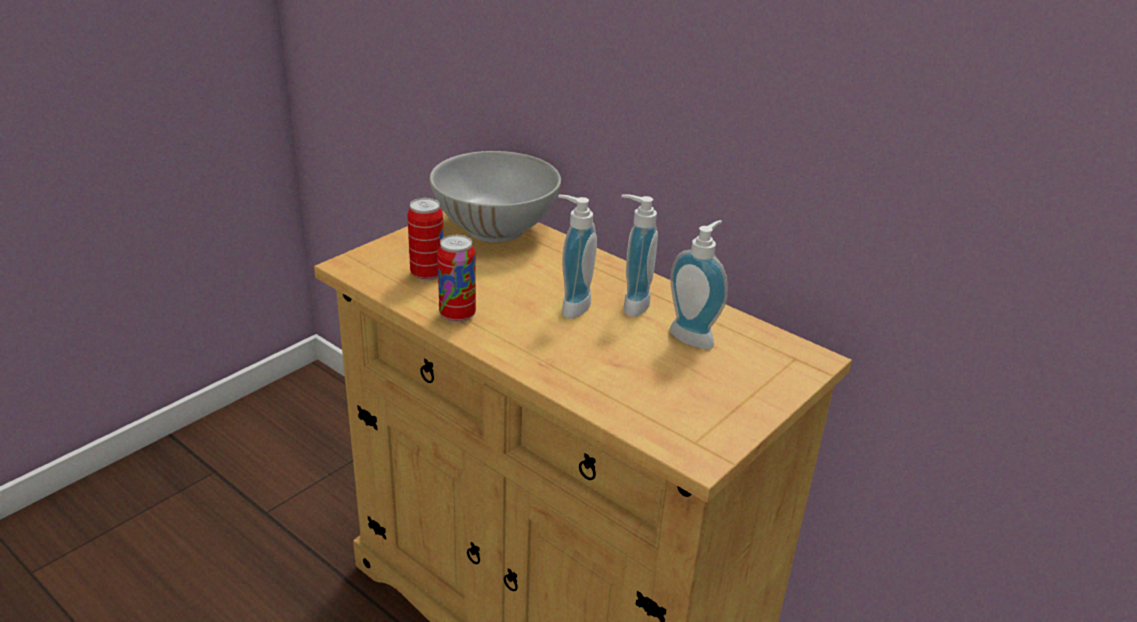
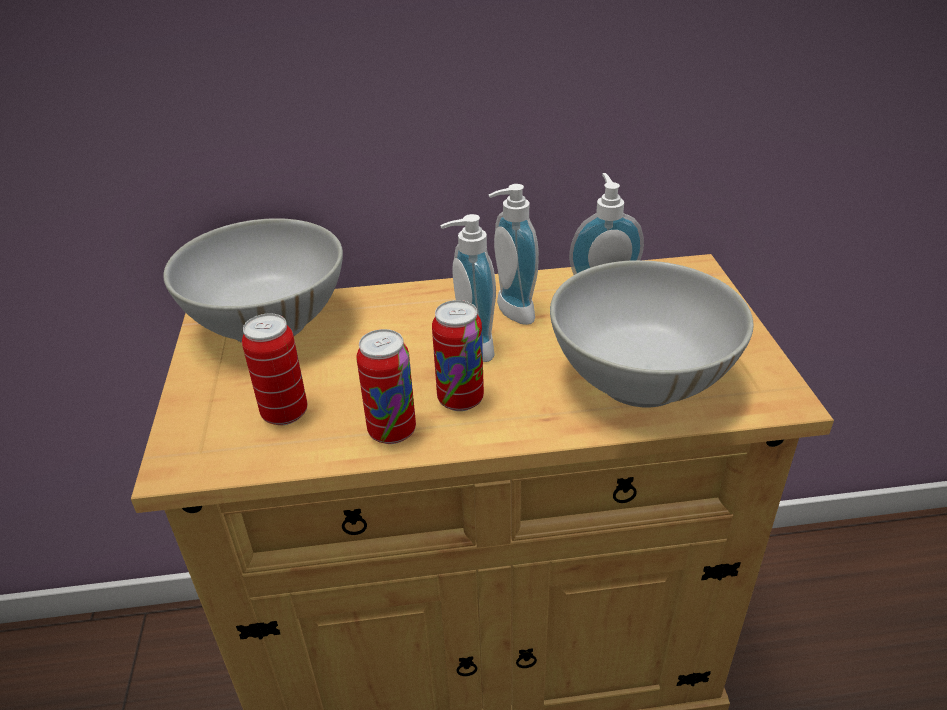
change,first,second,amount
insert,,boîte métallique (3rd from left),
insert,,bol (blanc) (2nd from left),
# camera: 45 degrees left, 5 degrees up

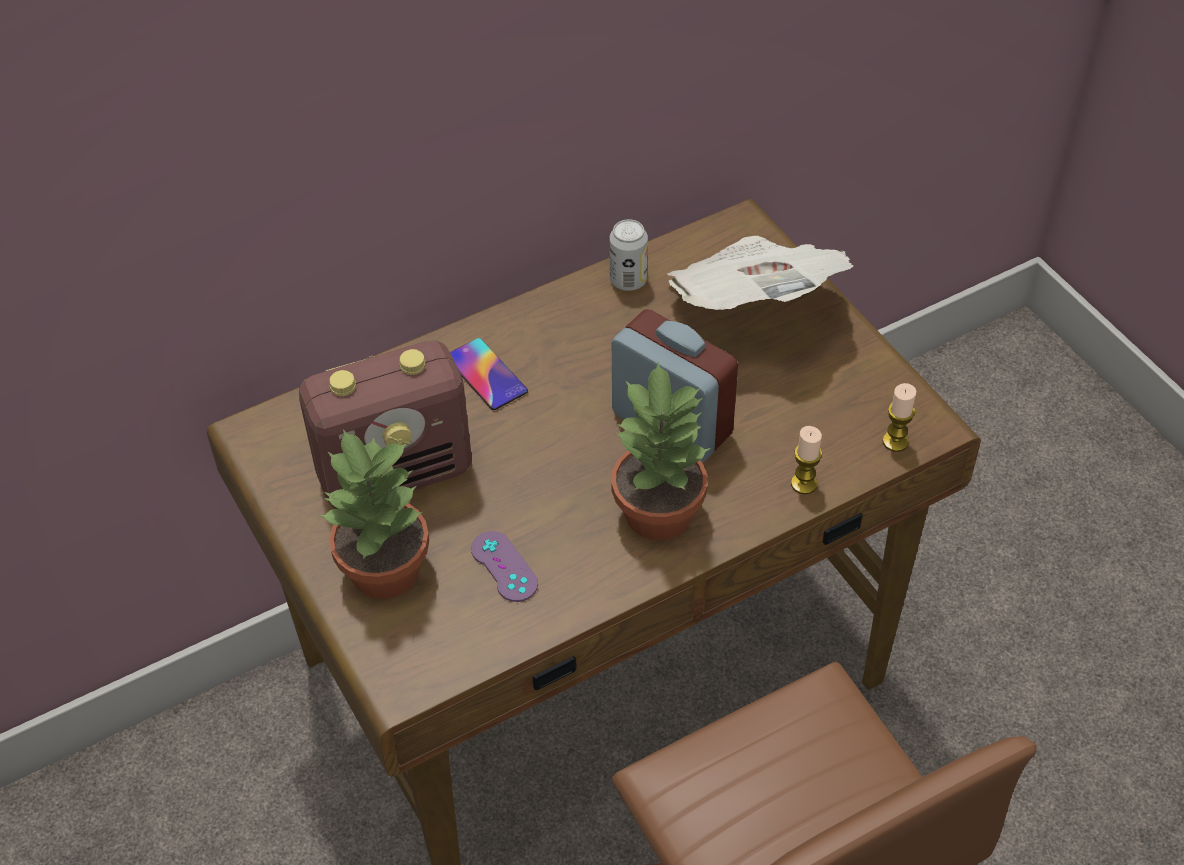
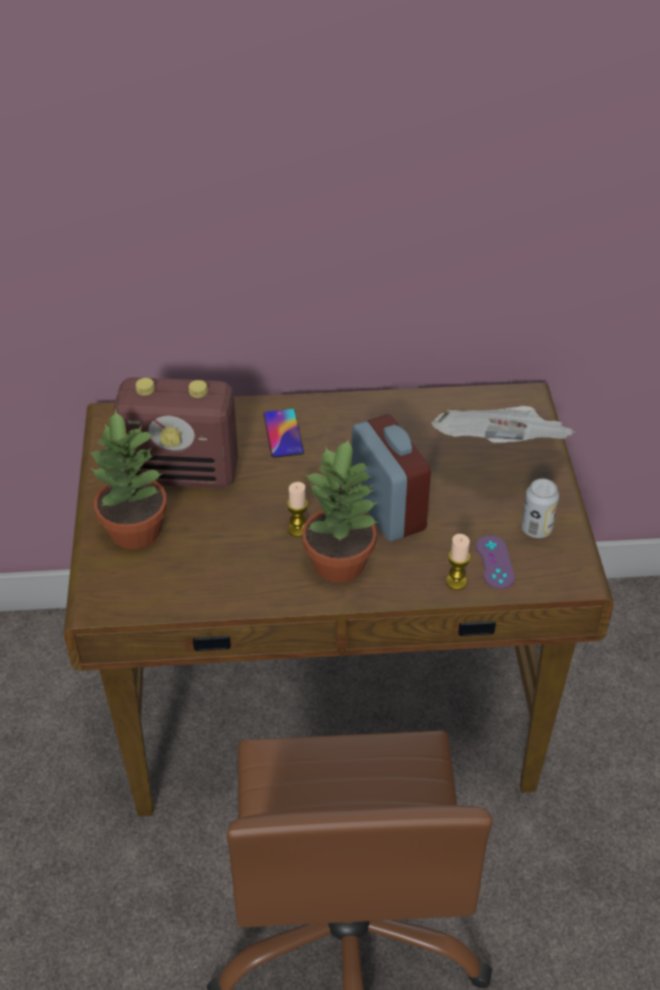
change,first,second,amount
move,manette (violet),,
move,boîte métallique,,
move,bougie (2nd from left in the first image),bougie (1st from left),
# camera: 25 degrees right, 5 degrees down

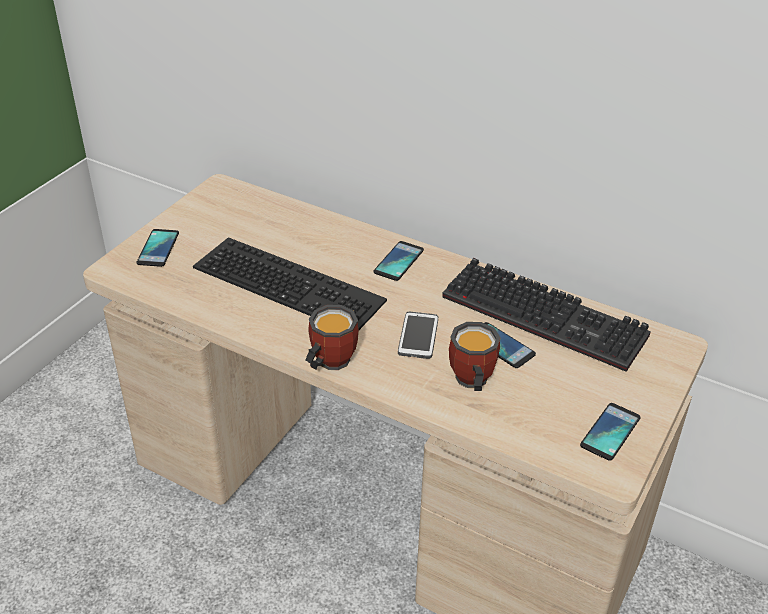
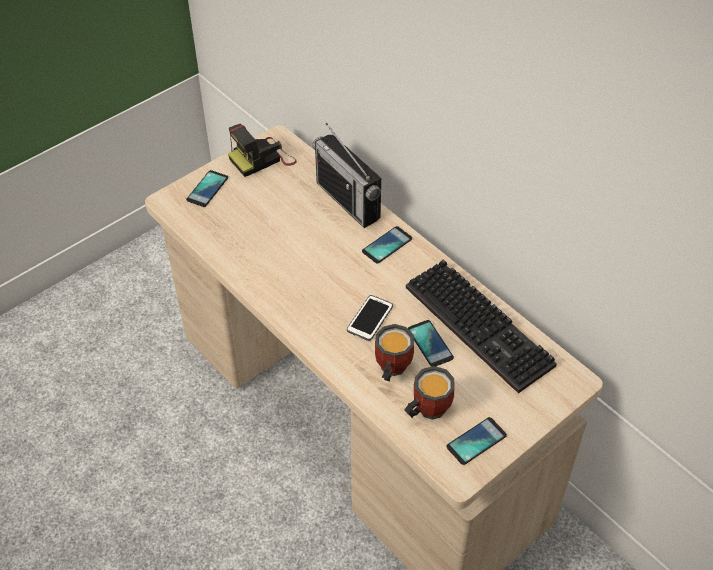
change,first,second,amount
delete,clavier (1st from left),,
insert,,appareil photo,
insert,,radio,
move,mug (1st from left in the first image),mug (2nd from left),
# camera: 20 degrees right, 10 degrees up

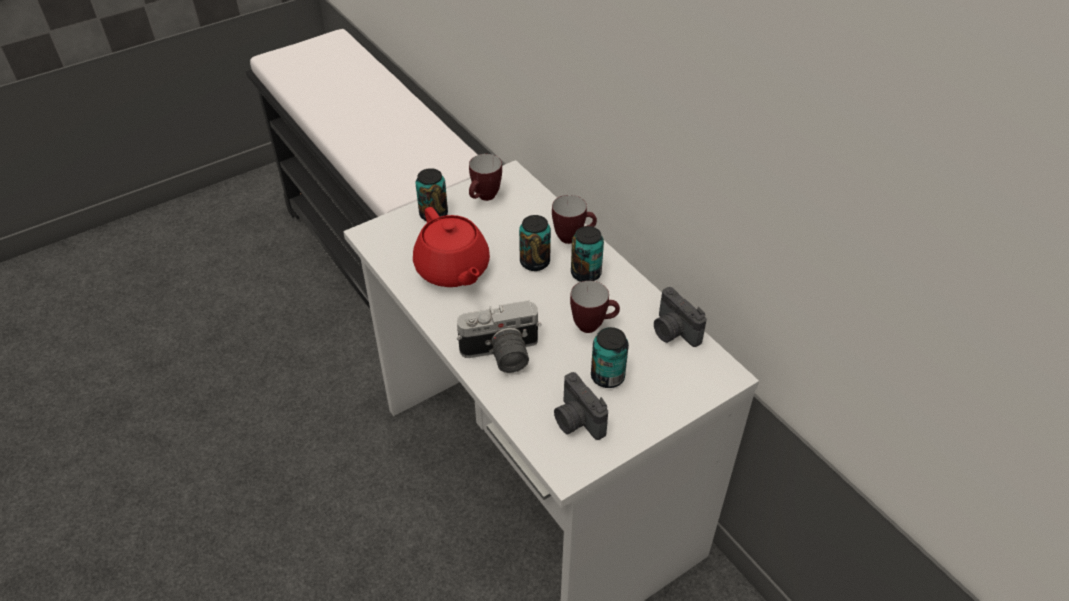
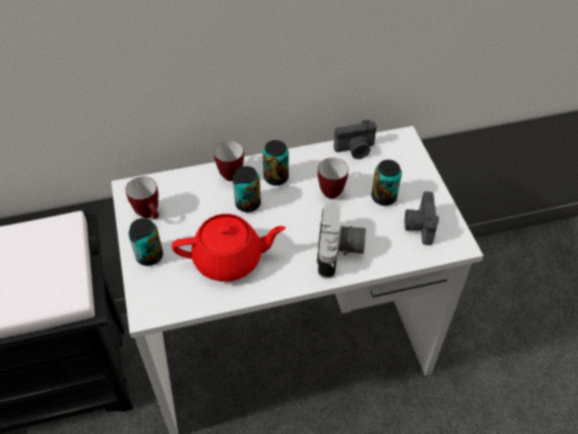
change,first,second,amount
rotate,appareil photo (2nd from left in the first image),appareil photo (3rd from left),105 degrees clockwise
# camera: 70 degrees left, 5 degrees up

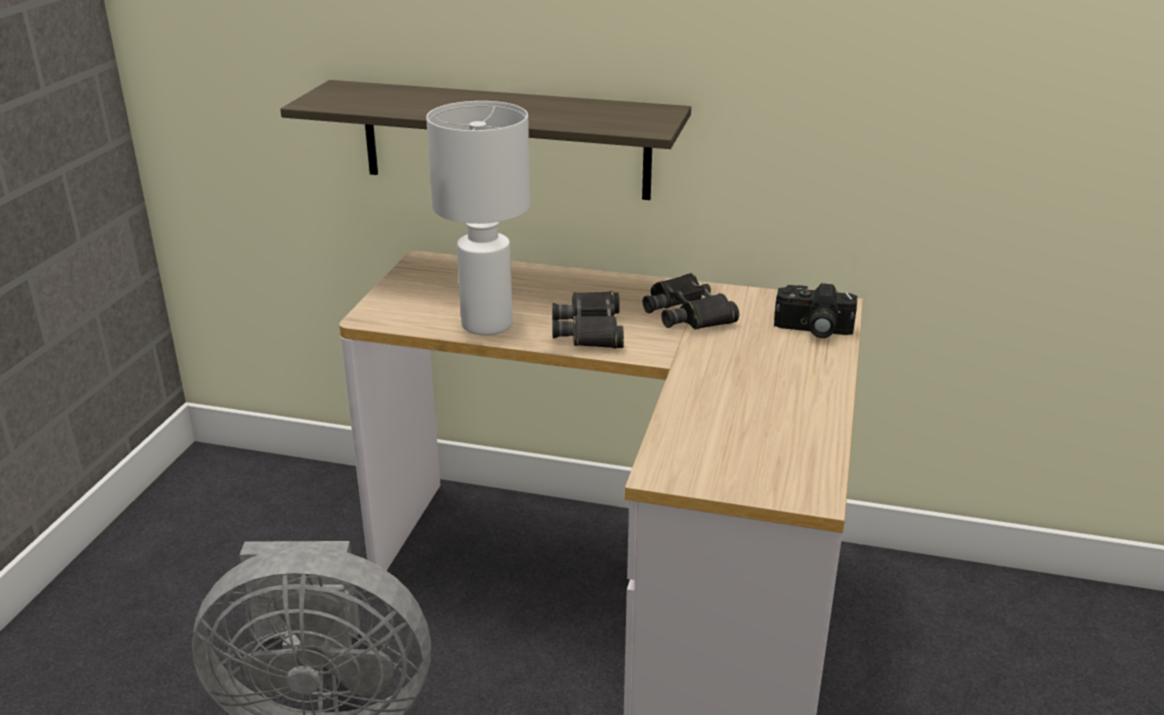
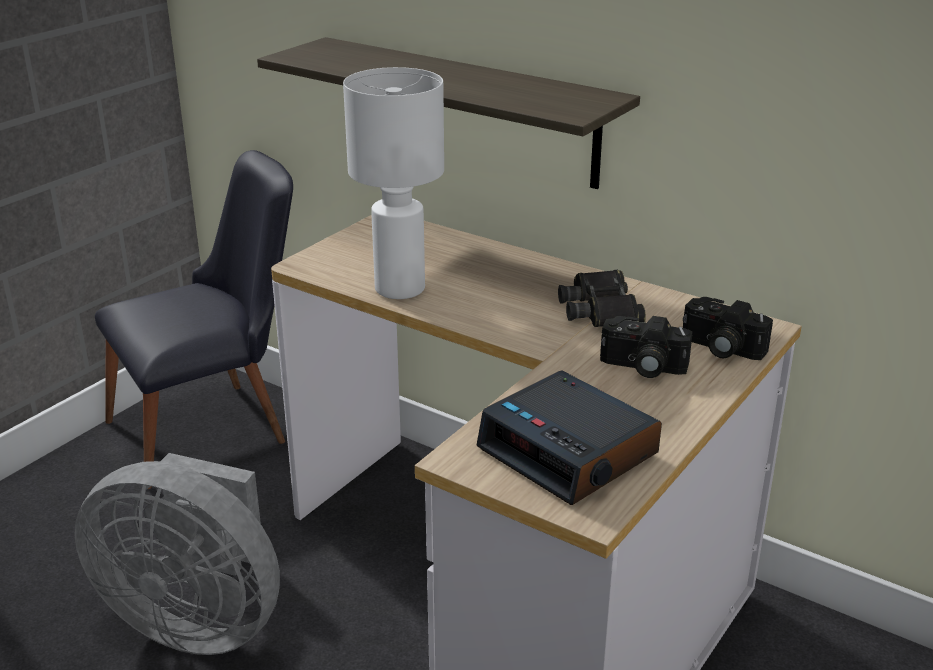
change,first,second,amount
delete,jumelles (noir) (1st from left),,
insert,,chaise (noir),
insert,,réveil,
insert,,appareil photo (1st from left),
# camera: 20 degrees right, 0 degrees up

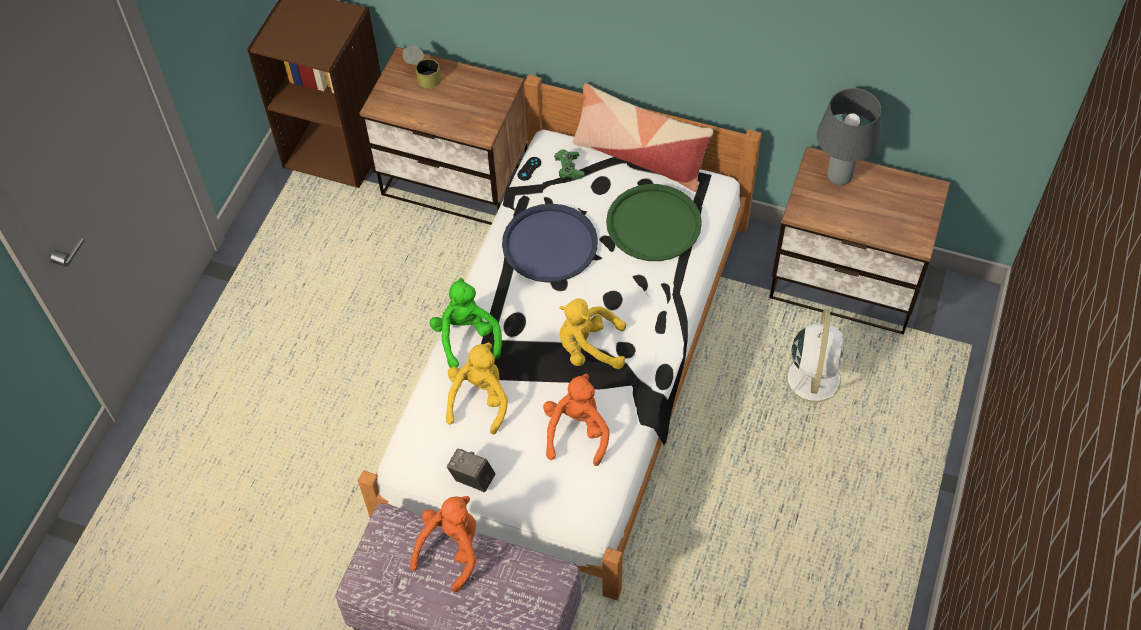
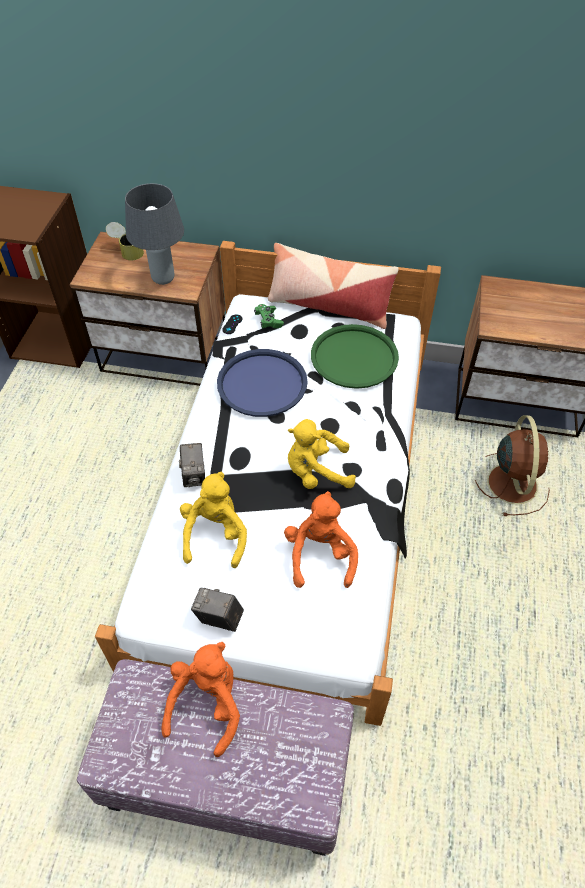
change,first,second,amount
move,lampe de table (gris),,
replace,peluche (vert),appareil photo (1st from left),
recolor,ventilateur (blanc),ventilateur (marron),
# camera: 10 degrees left, 5 degrees down

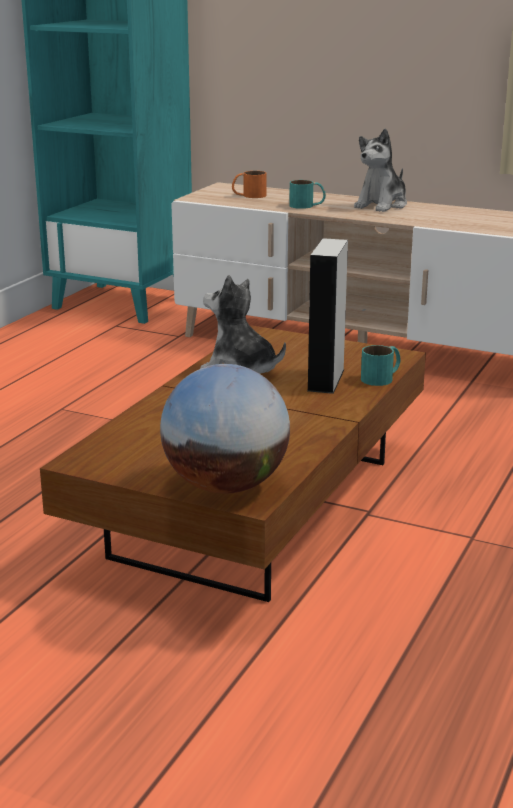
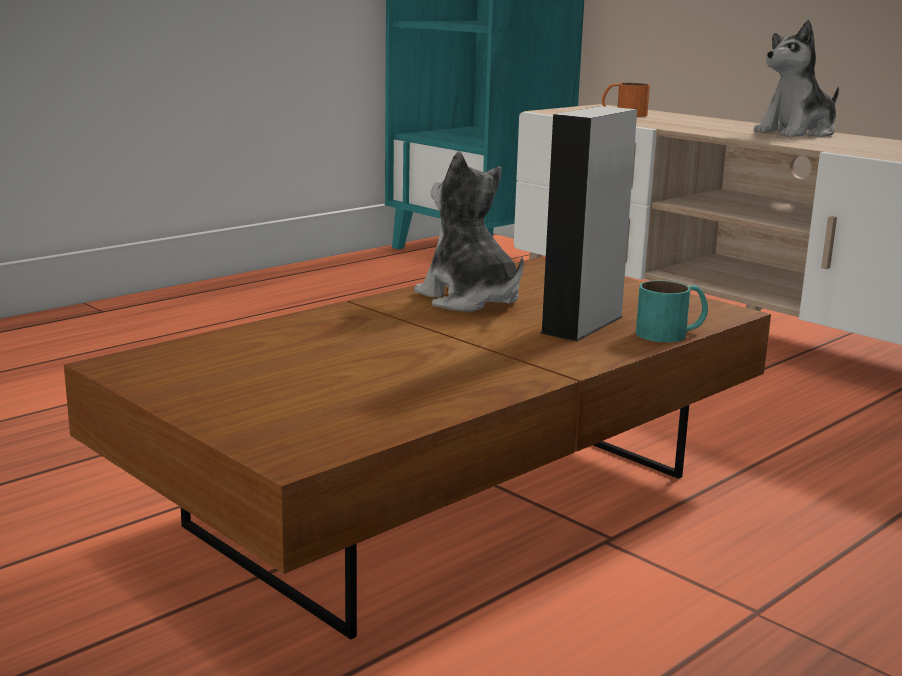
change,first,second,amount
delete,globe,,
delete,mug (turquoise) (1st from left),,
# camera: 20 degrees right, 5 degrees down

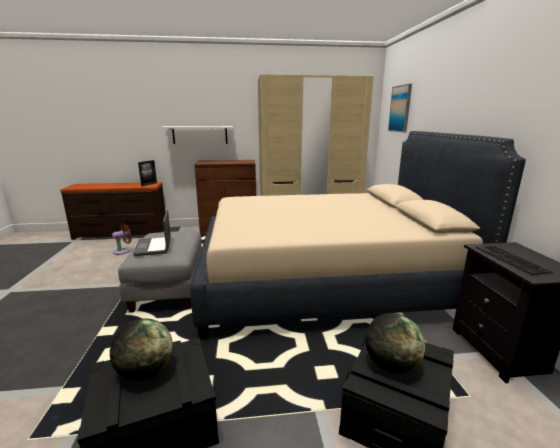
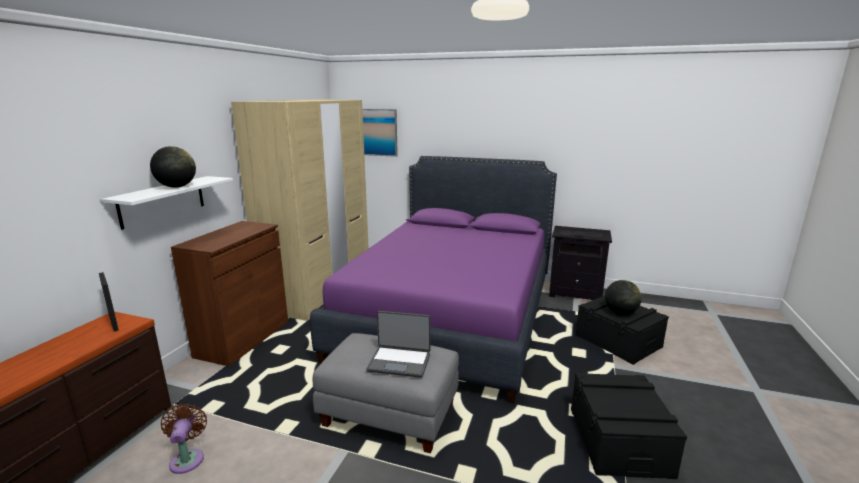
change,first,second,amount
move,globe (1st from left),,
recolor,lit (beige),lit (violet),
# camera: 65 degrees left, 0 degrees up

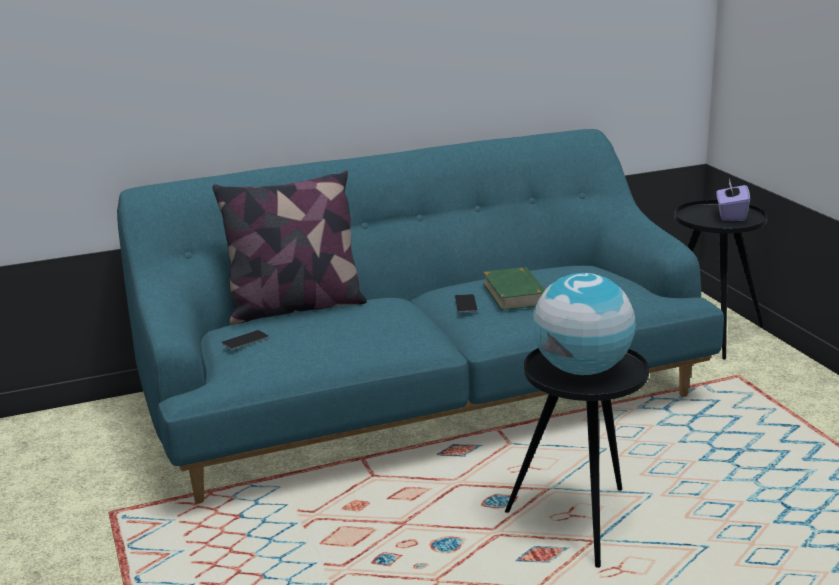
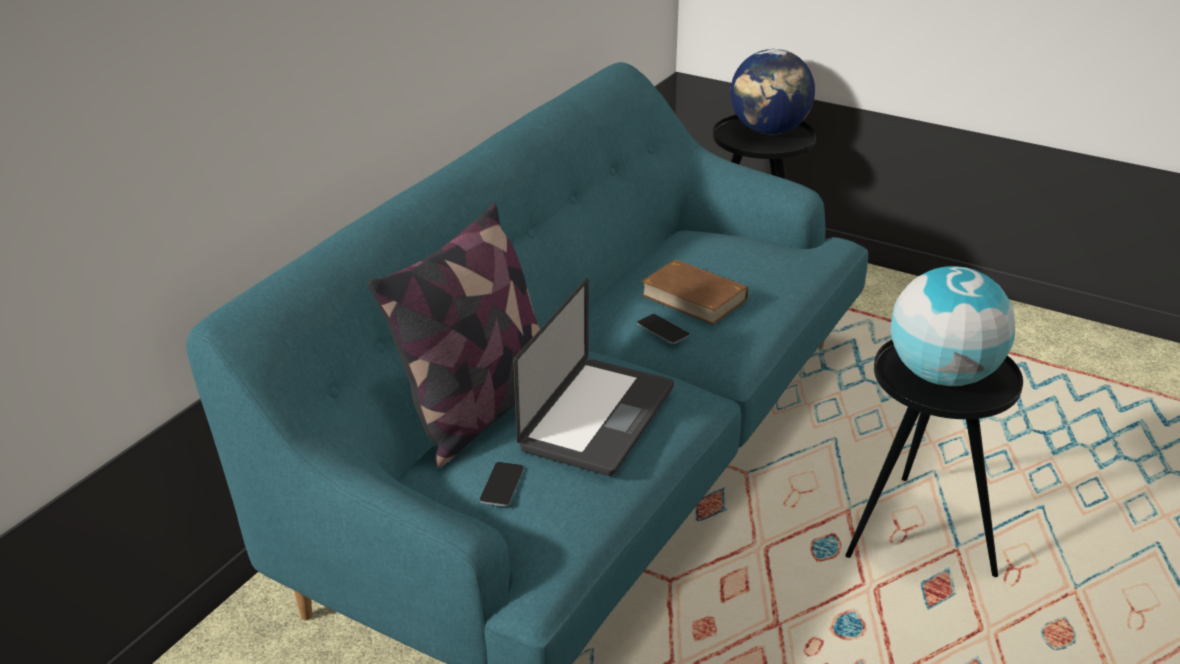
change,first,second,amount
insert,,ordinateur portable,
replace,boîte à mouchoirs (violet),globe (1st from left),
recolor,livre (vert),livre (marron),
# camera: 40 degrees left, 10 degrees up

